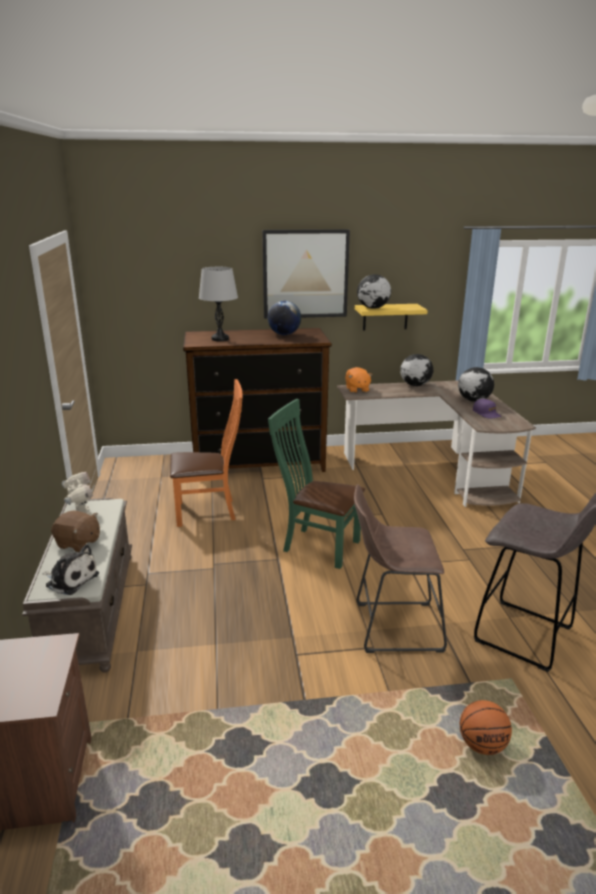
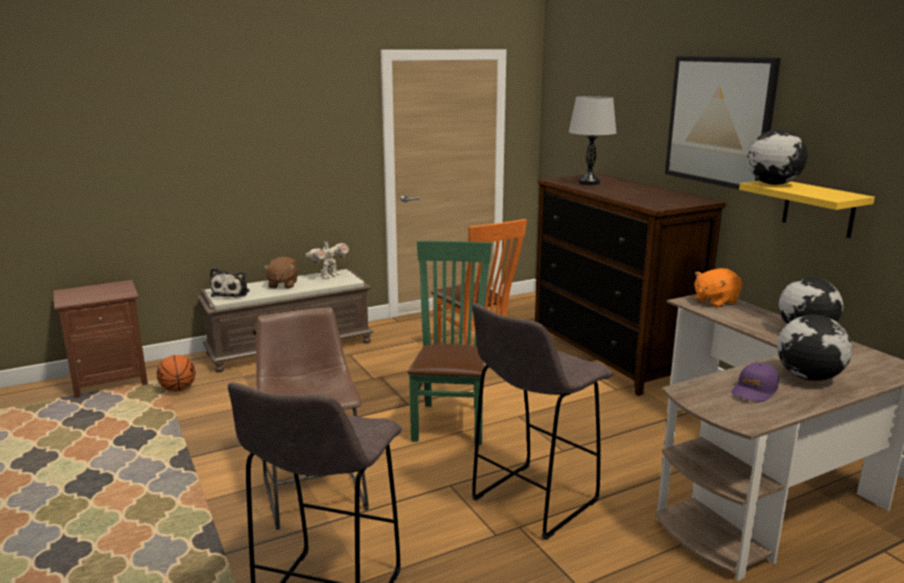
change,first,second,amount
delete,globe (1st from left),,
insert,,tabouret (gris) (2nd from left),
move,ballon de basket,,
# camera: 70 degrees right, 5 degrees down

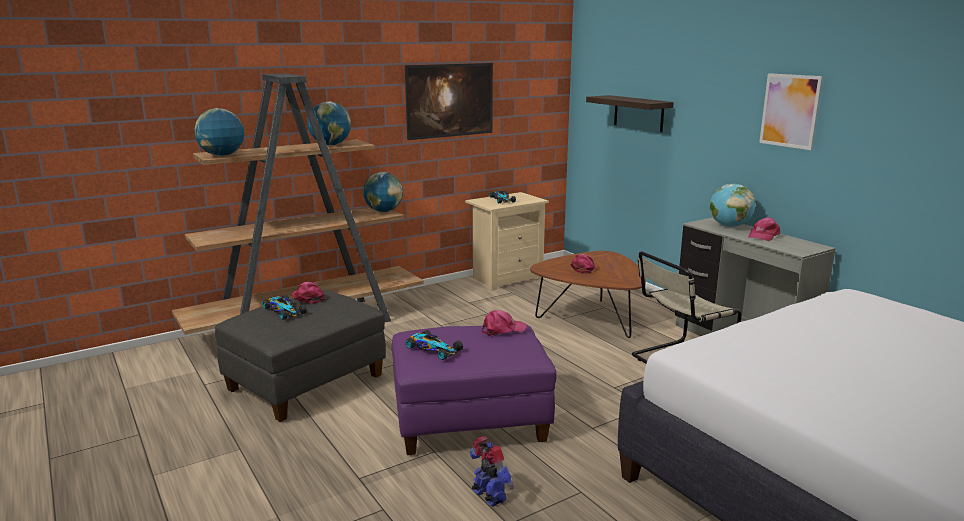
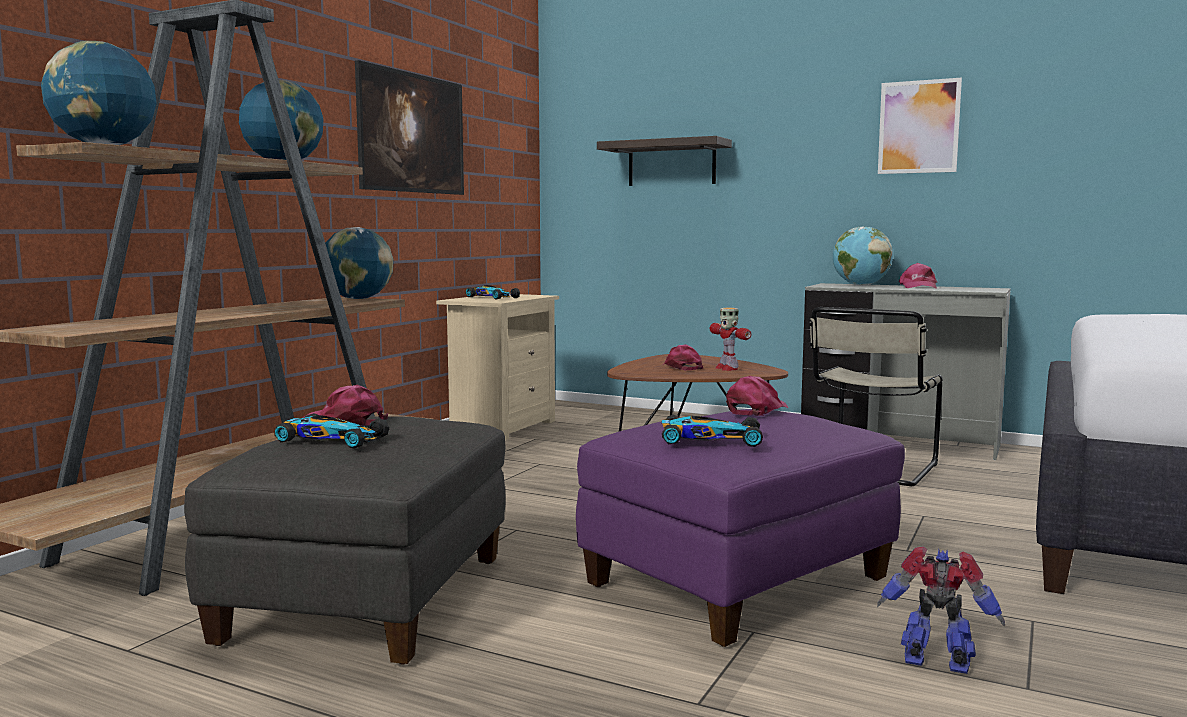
change,first,second,amount
insert,,robot jouet (1st from left),
# camera: 30 degrees left, 10 degrees down

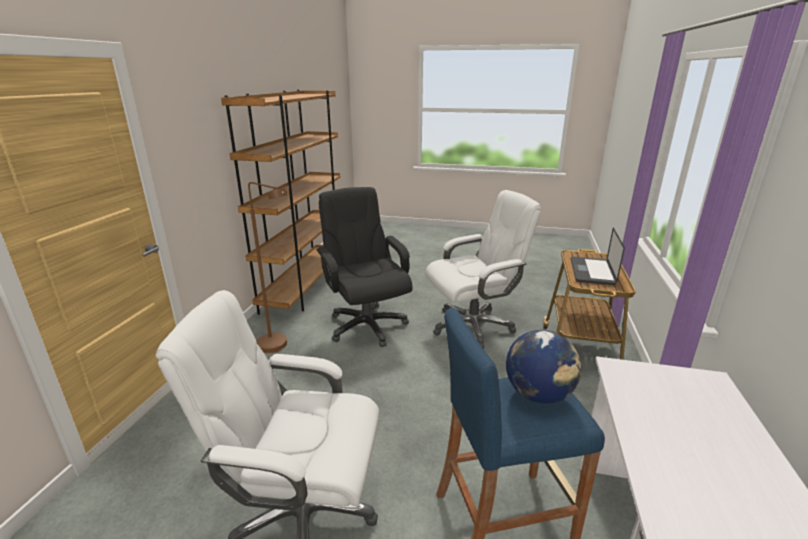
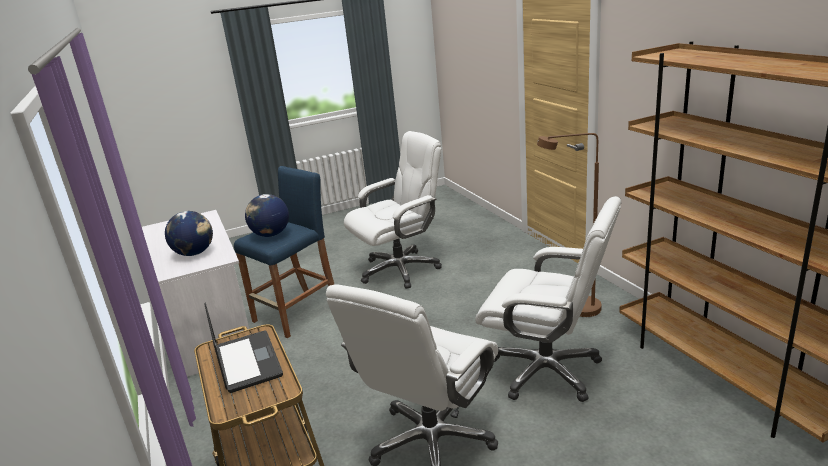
change,first,second,amount
insert,,globe (1st from left),
recolor,chaise de bureau (noir),chaise de bureau (blanc) (3rd from left),
# camera: 145 degrees right, 0 degrees up

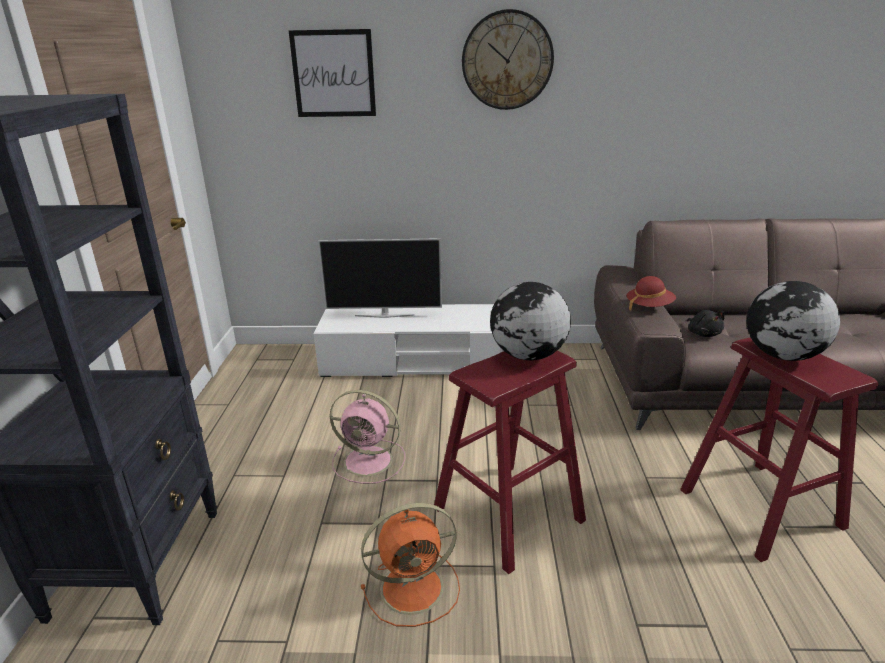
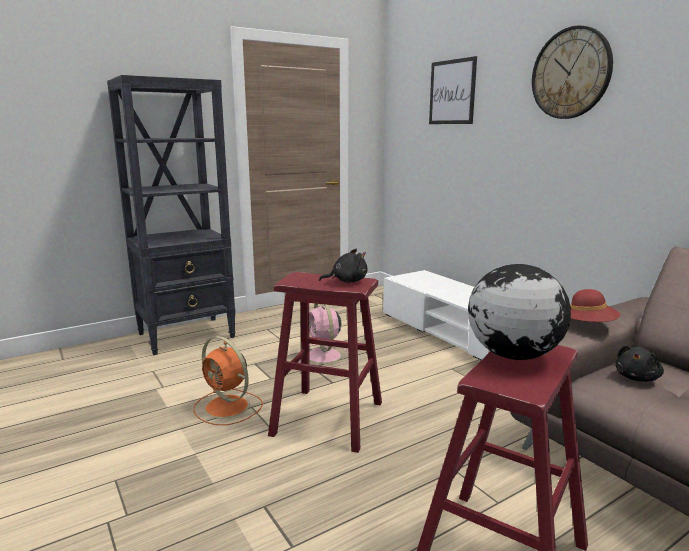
change,first,second,amount
delete,téléviseur,,
replace,globe (1st from left),peluche (noir) (1st from left),
# camera: 55 degrees right, 10 degrees down

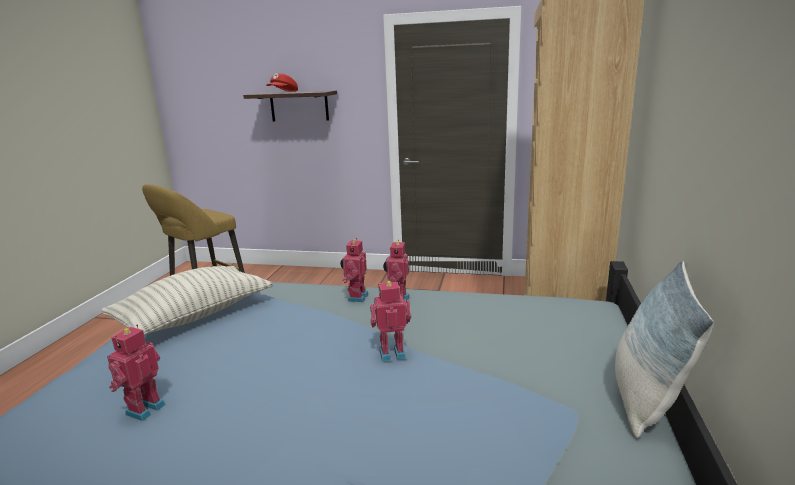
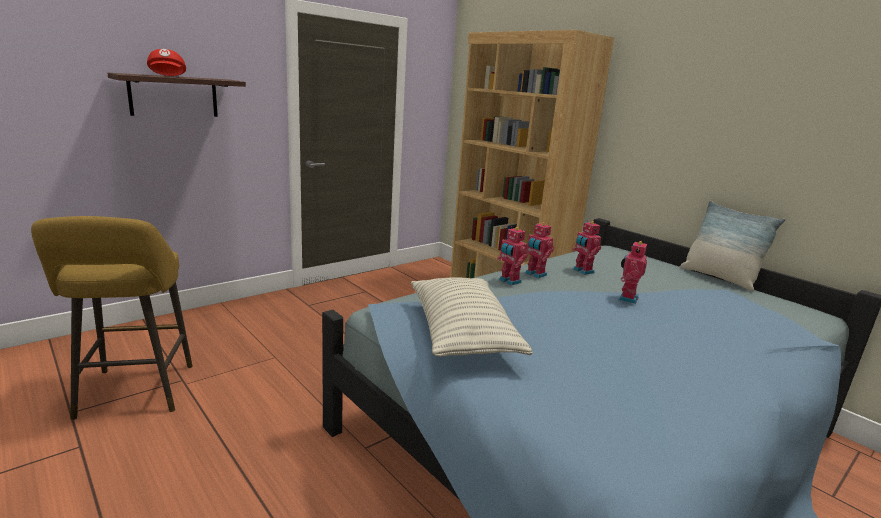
change,first,second,amount
move,robot jouet (1st from left in the first image),robot jouet (3rd from left),
# camera: 55 degrees left, 0 degrees up

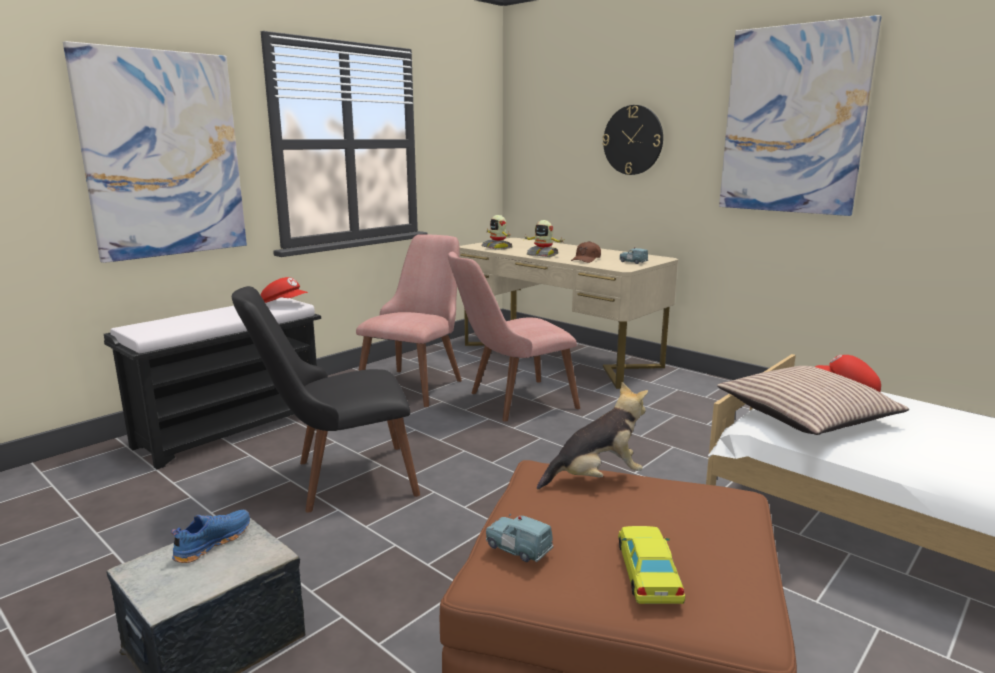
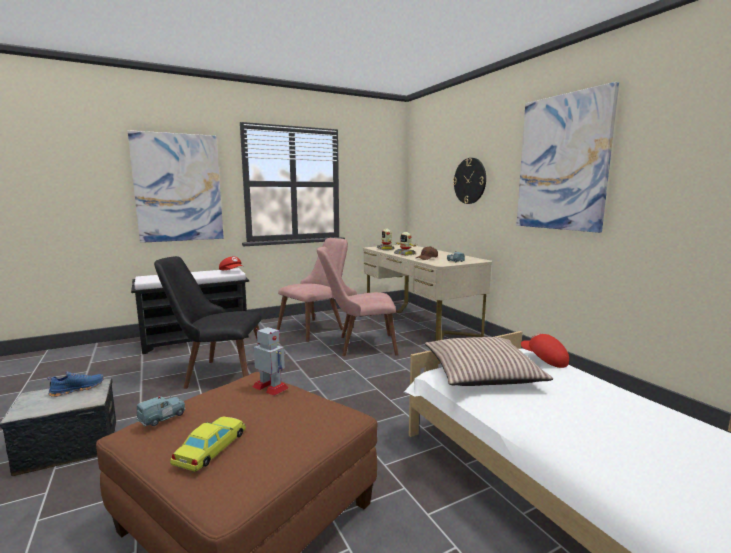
change,first,second,amount
replace,peluche,robot jouet (1st from left),
rotate,petite voiture (bleu) (1st from left),,75 degrees clockwise
# camera: 20 degrees right, 5 degrees down

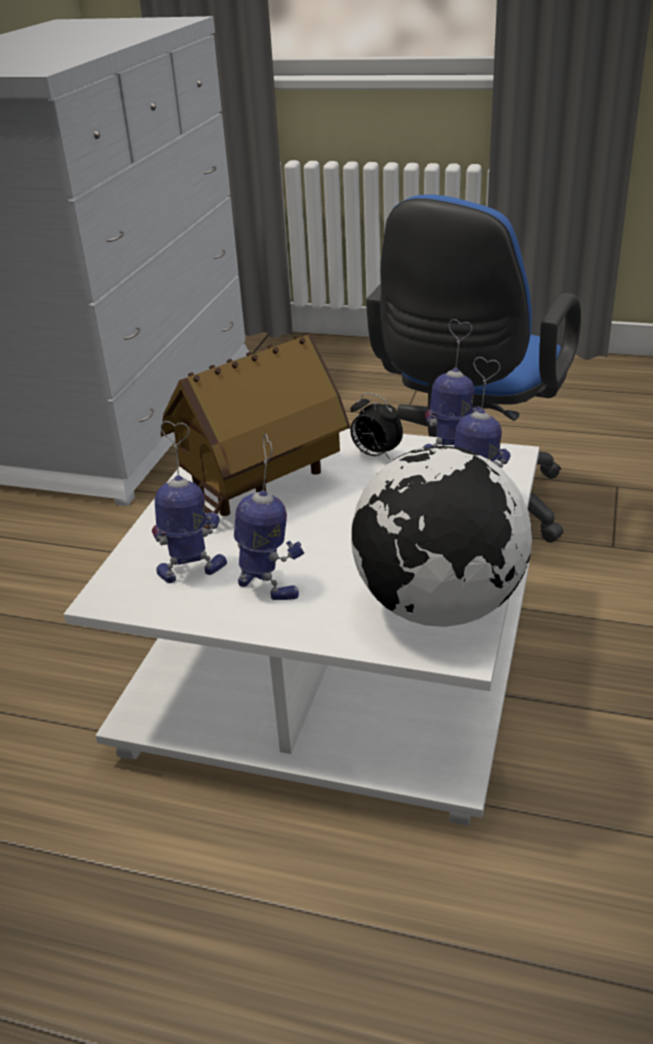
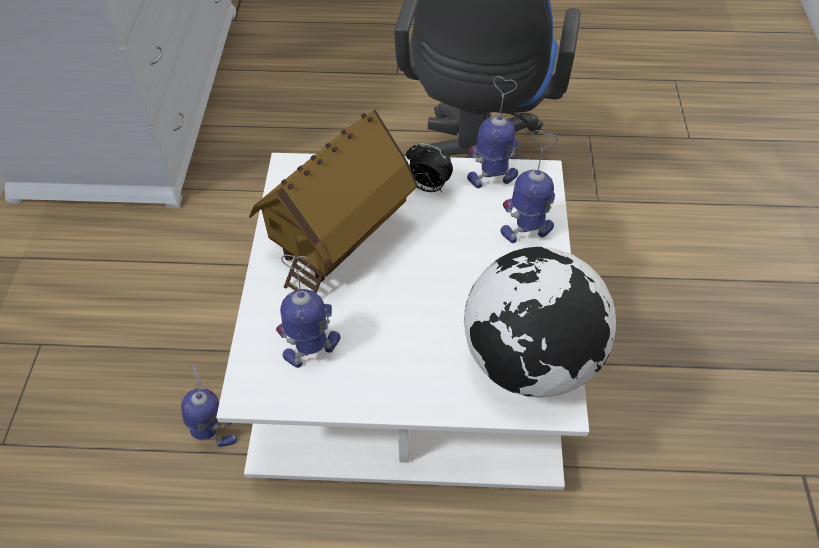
change,first,second,amount
move,robot jouet (2nd from left in the first image),robot jouet (1st from left),
# camera: 15 degrees left, 20 degrees up

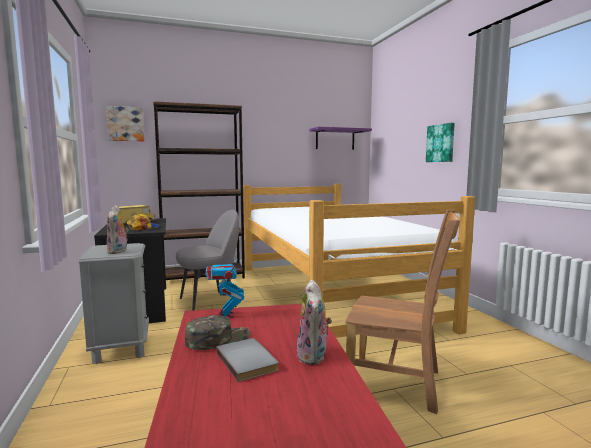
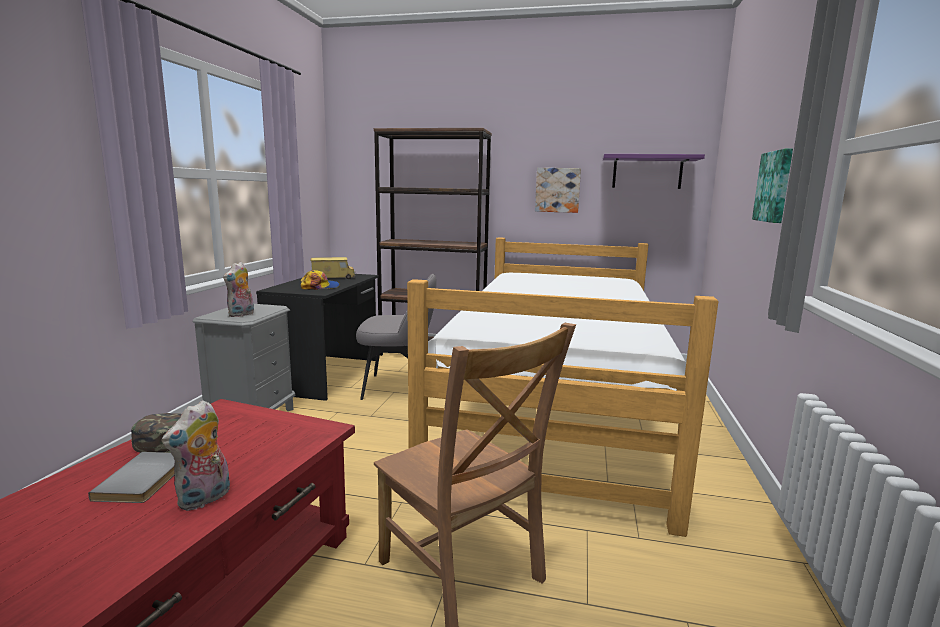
change,first,second,amount
delete,robot jouet,,
move,tableau (1st from left),,
# camera: 30 degrees right, 5 degrees up

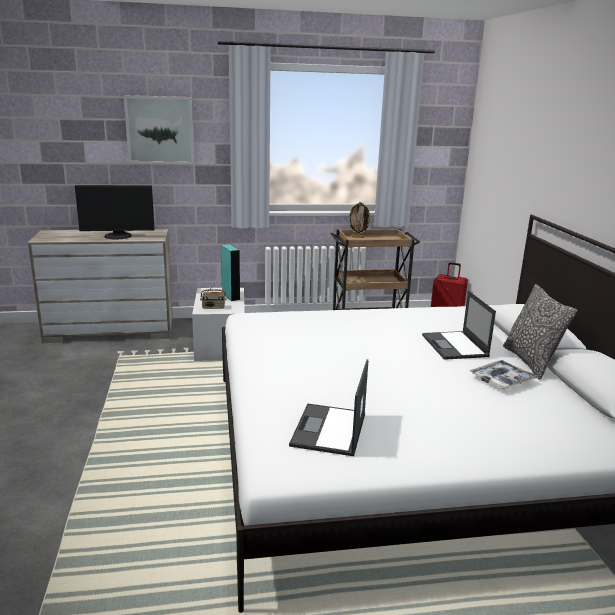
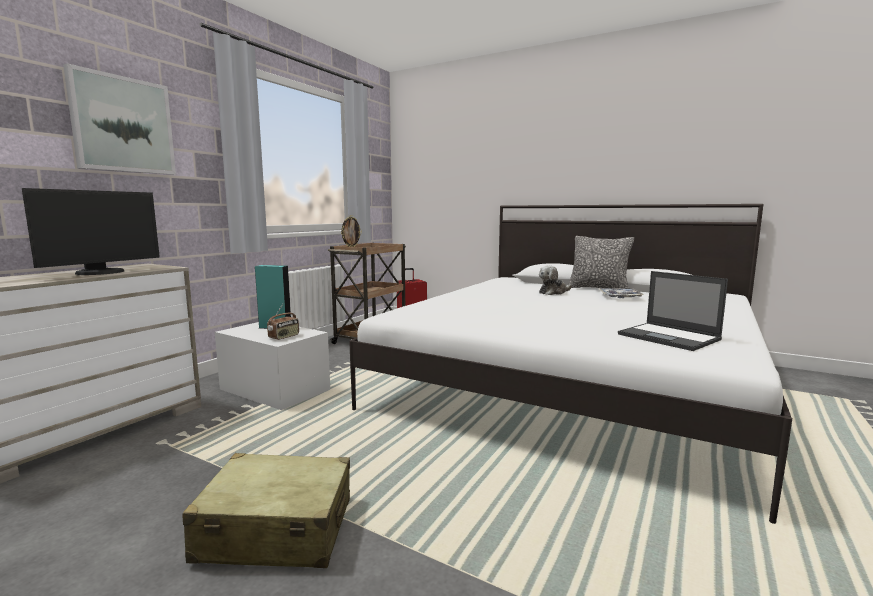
change,first,second,amount
insert,,valise (beige),
replace,ordinateur portable (2nd from left),peluche,
# camera: 50 degrees left, 10 degrees down

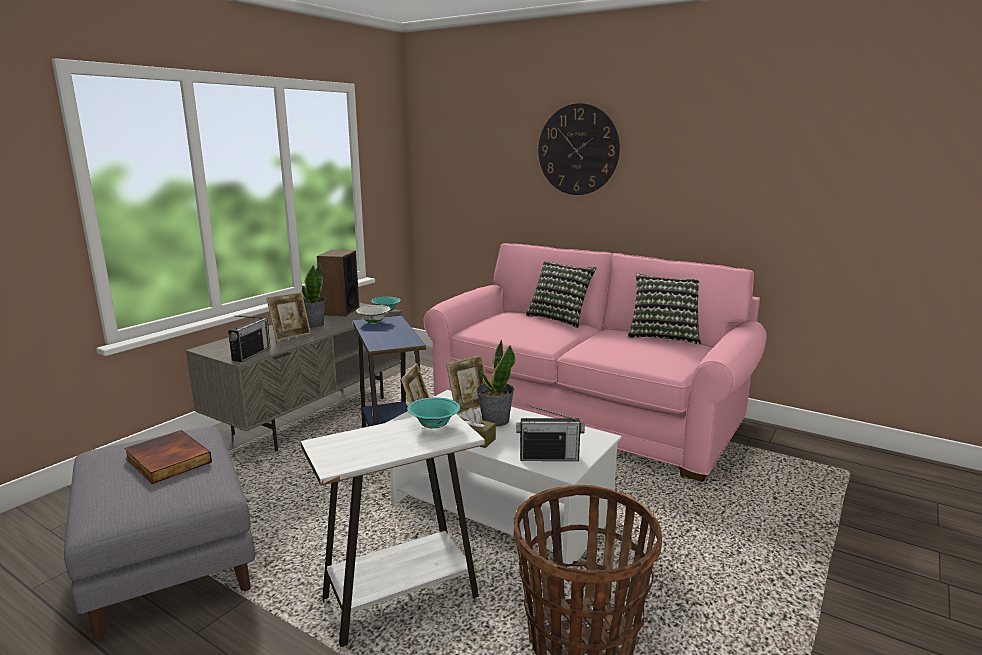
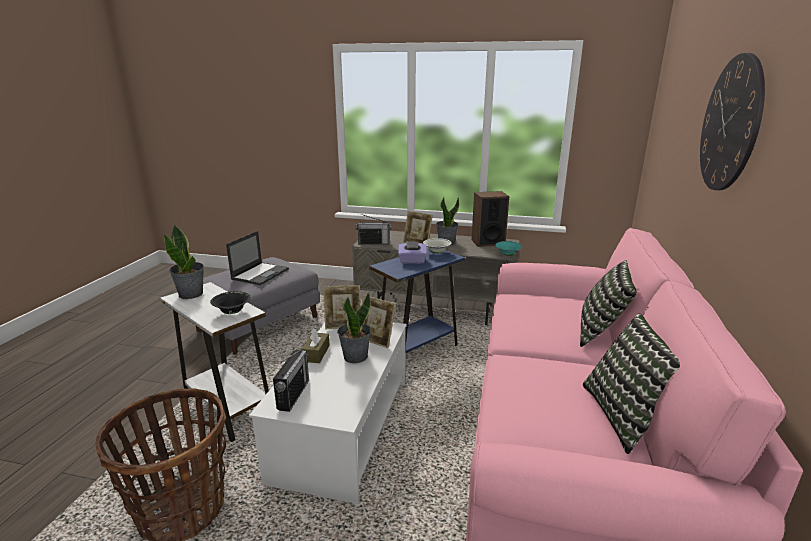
change,first,second,amount
insert,,plante en pot (1st from left),
insert,,boîte à mouchoirs (violet),
replace,livre,ordinateur portable,
recolor,bol (turquoise) (2nd from left),bol (noir),
rotate,radio (2nd from left in the first image),radio (1st from left),150 degrees counterclockwise
# camera: 70 degrees right, 5 degrees up

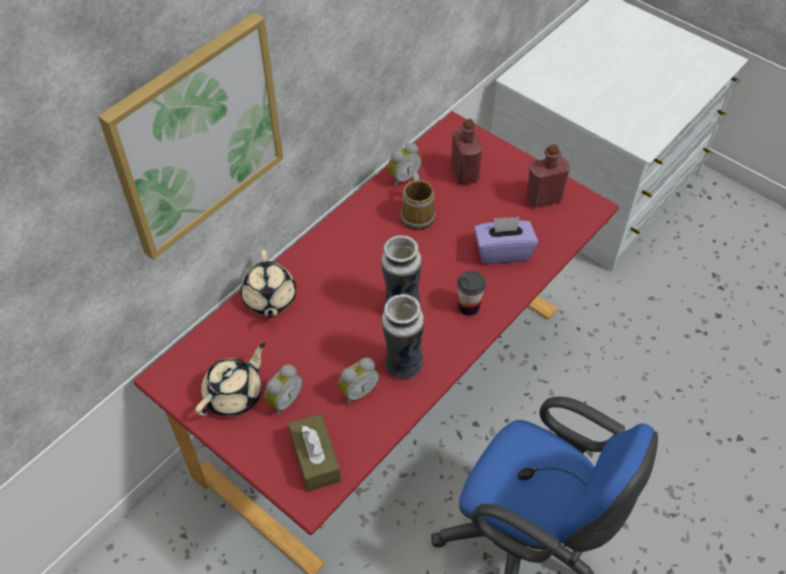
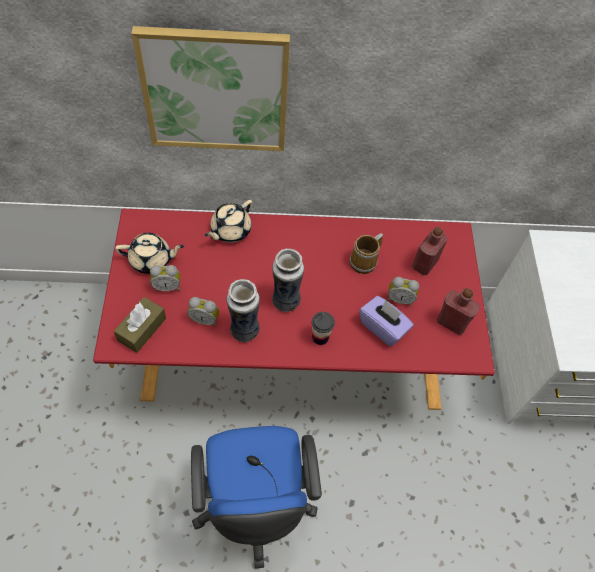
change,first,second,amount
move,réveil (3rd from left),,
# camera: 45 degrees right, 5 degrees up

